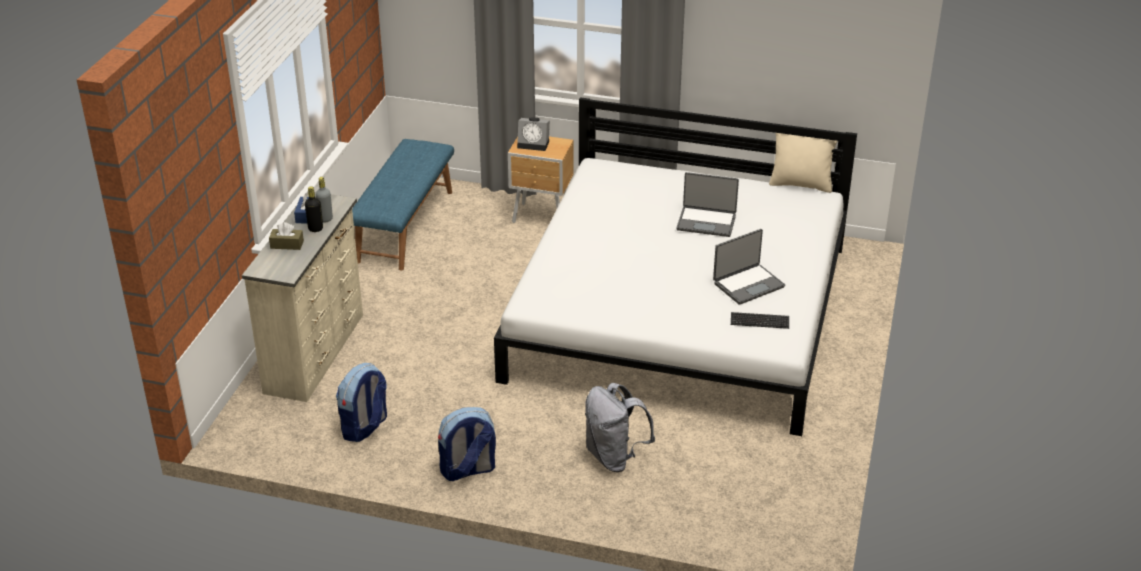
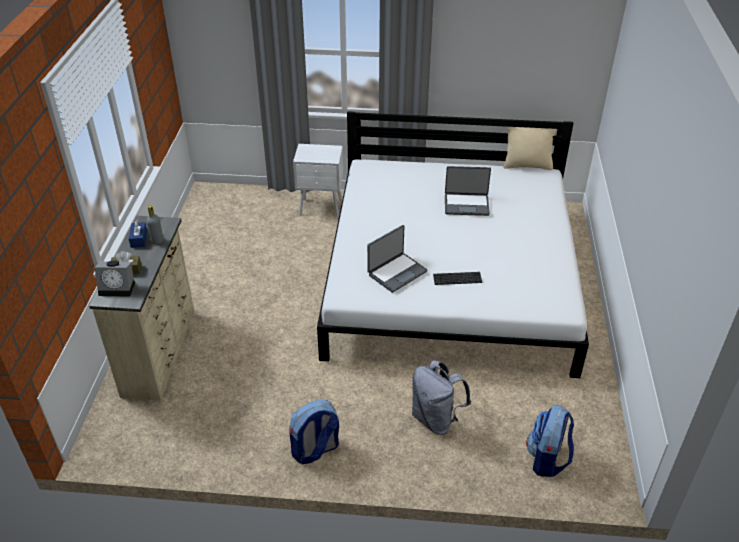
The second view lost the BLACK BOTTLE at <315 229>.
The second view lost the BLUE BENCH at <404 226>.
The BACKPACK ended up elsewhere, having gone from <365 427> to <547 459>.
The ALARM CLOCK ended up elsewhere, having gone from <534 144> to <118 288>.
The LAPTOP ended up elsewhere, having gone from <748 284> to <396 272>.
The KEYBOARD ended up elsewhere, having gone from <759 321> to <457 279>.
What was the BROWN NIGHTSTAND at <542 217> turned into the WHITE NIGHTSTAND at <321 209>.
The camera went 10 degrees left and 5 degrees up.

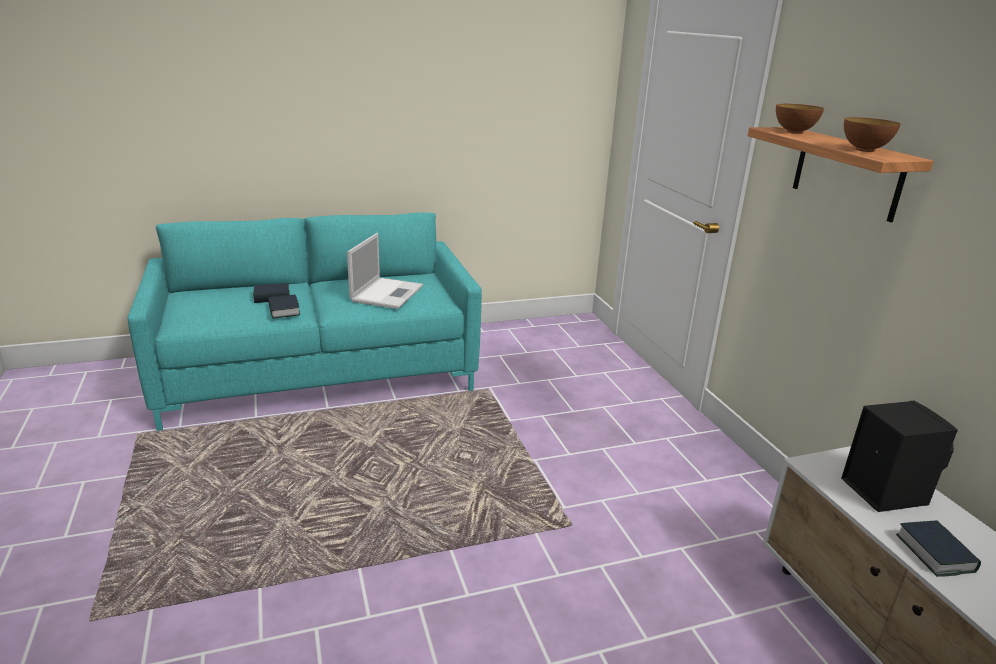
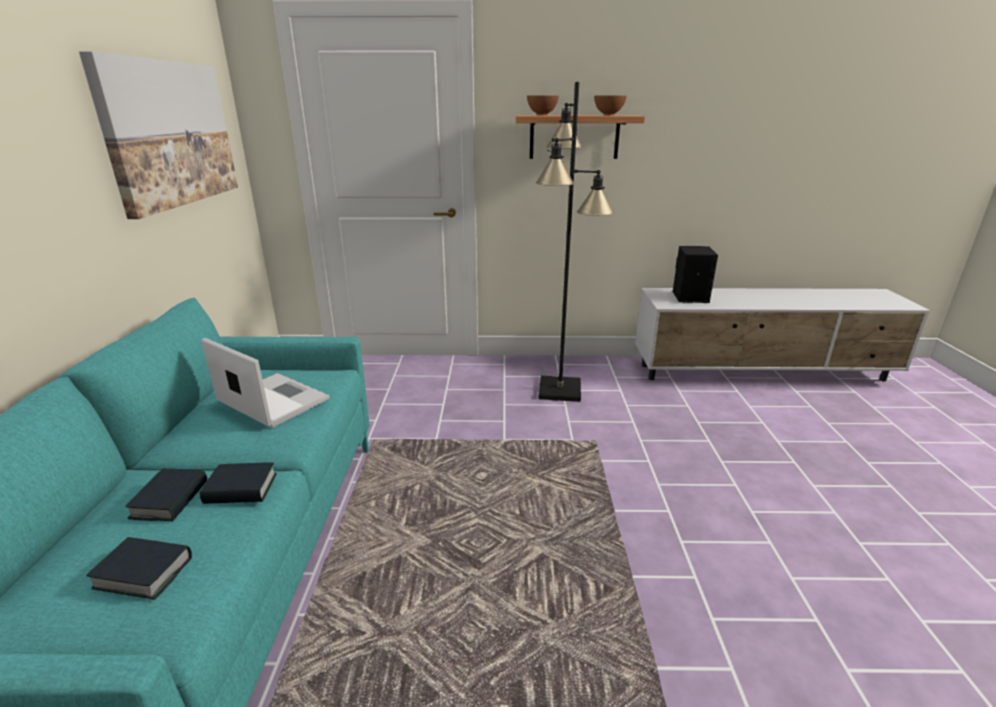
The second view gained the PICTURE at <170 134>.
The second view gained the BLACK FLOOR LAMP at <560 390>.
The BOOK ended up elsewhere, having gone from <935 553> to <144 572>.
The camera went 70 degrees left and 0 degrees up.

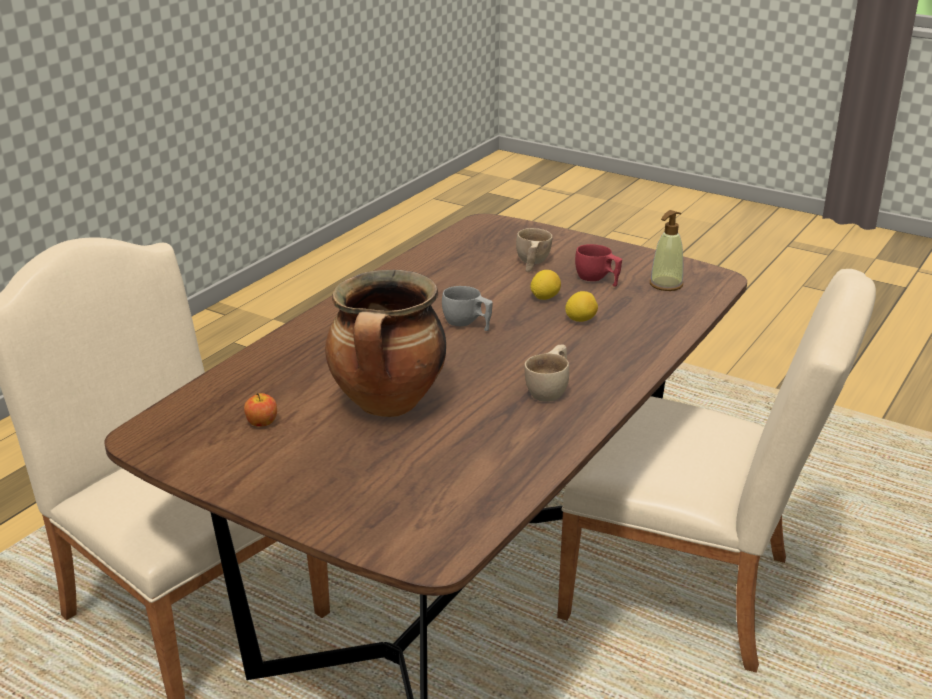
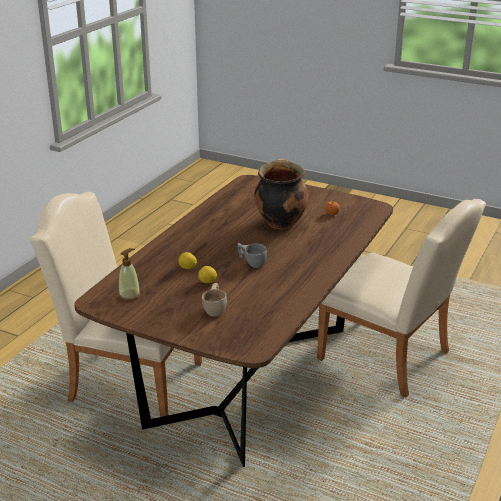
The second view lost the BEIGE CUP at <551 390>.
The second view lost the RED CUP at <597 280>.
The camera went 175 degrees right and 0 degrees up.

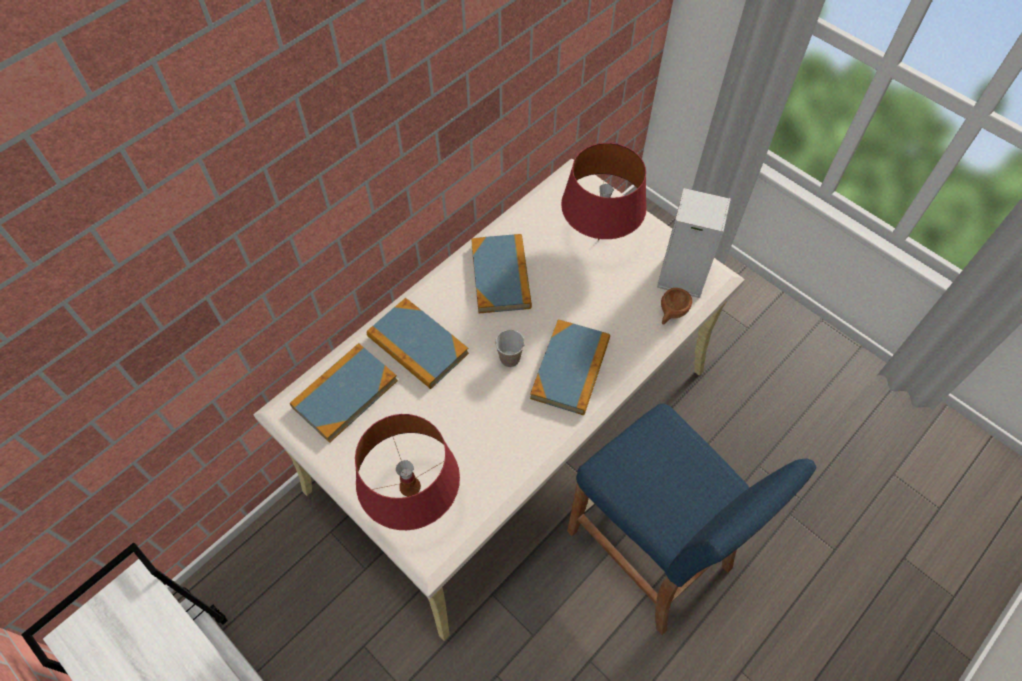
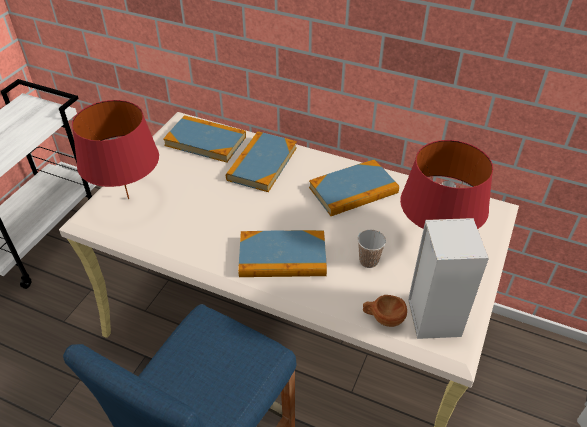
The CUP ended up elsewhere, having gone from <510 359> to <368 261>.
The camera went 70 degrees right and 15 degrees down.

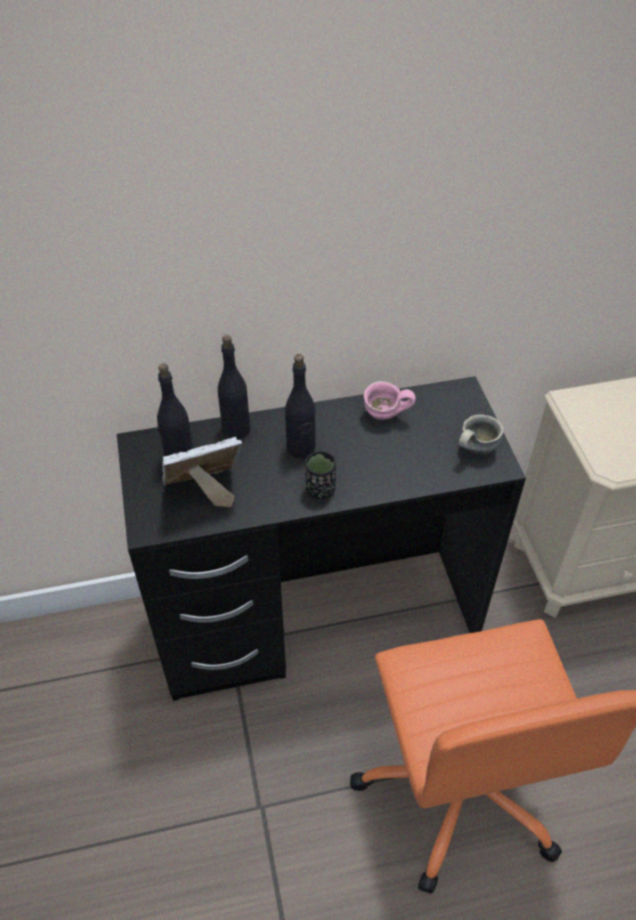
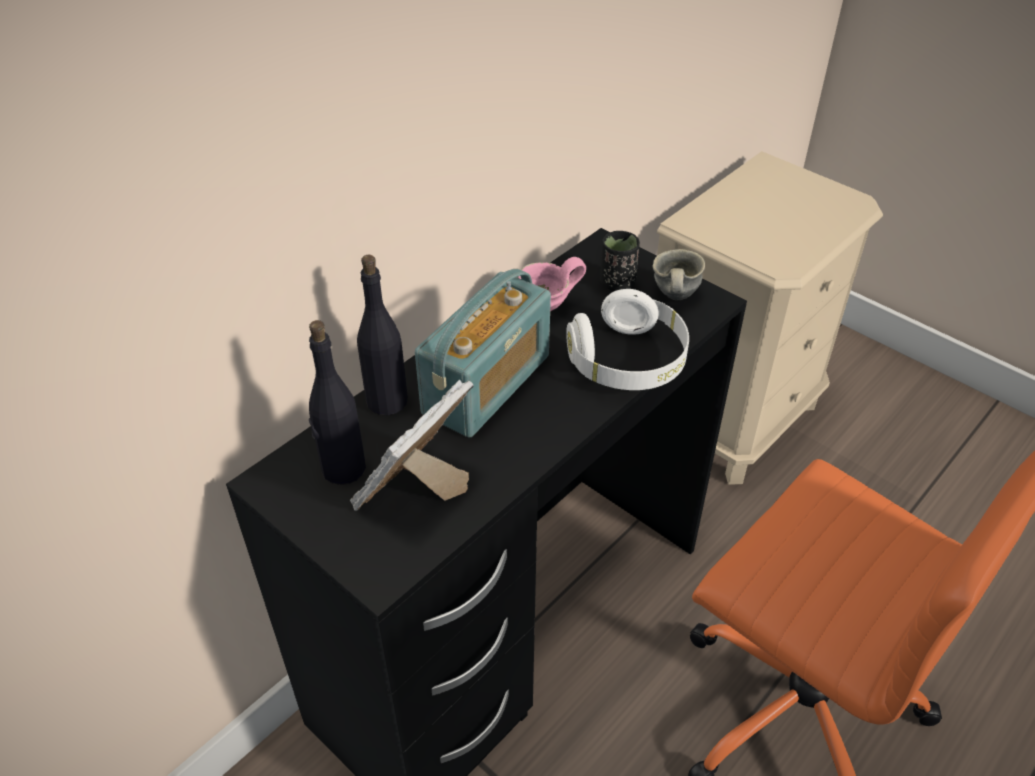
The second view gained the WHITE HEADPHONES at <627 362>.
The BLACK CUP ended up elsewhere, having gone from <320 490> to <617 283>.
Where the BLACK BOTTLE stood at <301 448>, the RADIO came to stand at <487 385>.
The camera went 35 degrees left and 5 degrees down.

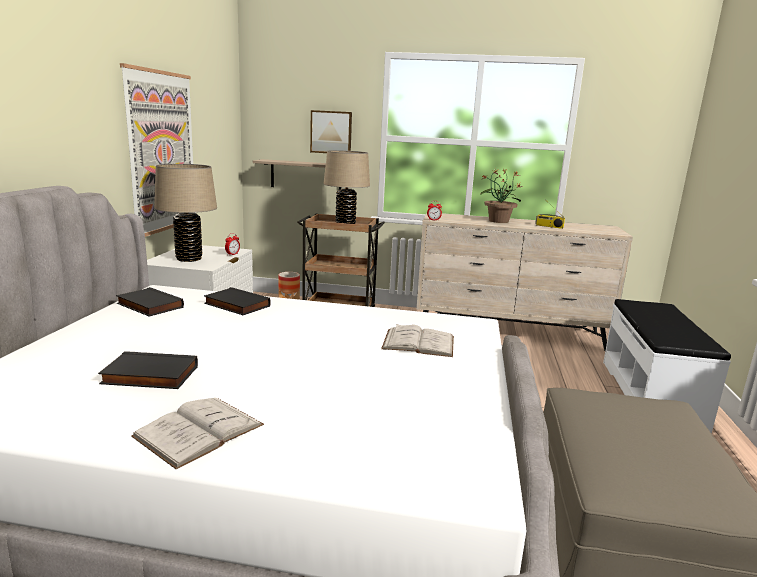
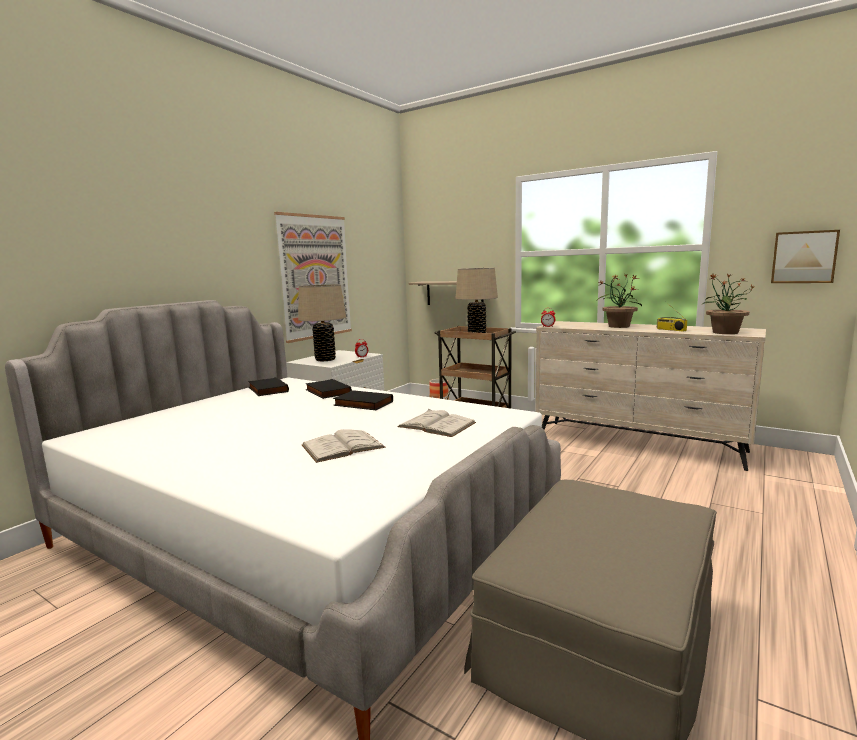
The second view lost the WHITE BENCH at <651 393>.
The second view gained the POTTED PLANT at <724 332>.
The BLACK BOOK ended up elsewhere, having gone from <149 376> to <362 404>.
The WHITE BOOK ended up elsewhere, having gone from <199 430> to <343 446>.
The PICTURE ended up elsewhere, having gone from <331 132> to <803 257>.
The camera went 25 degrees right and 5 degrees down.

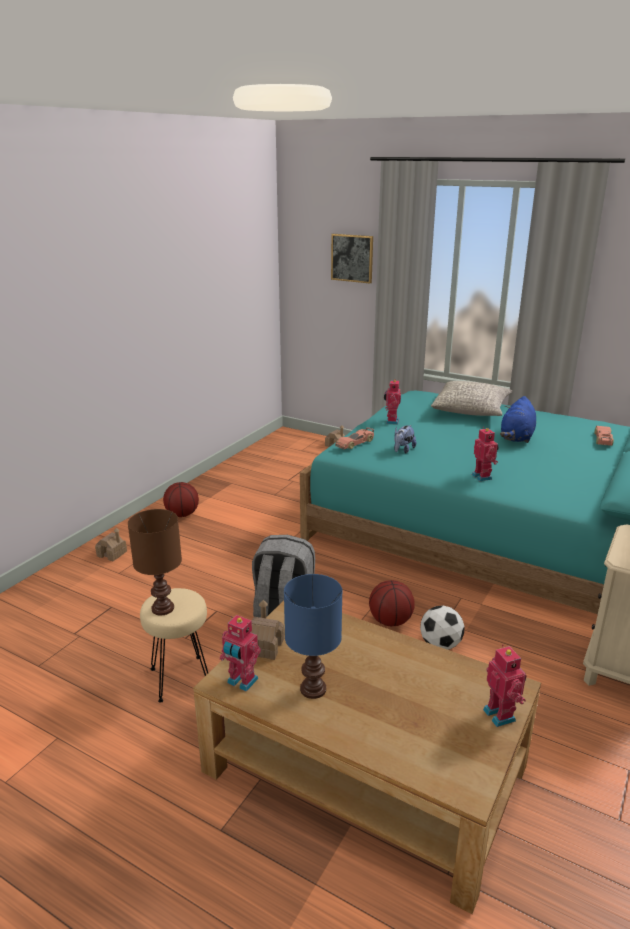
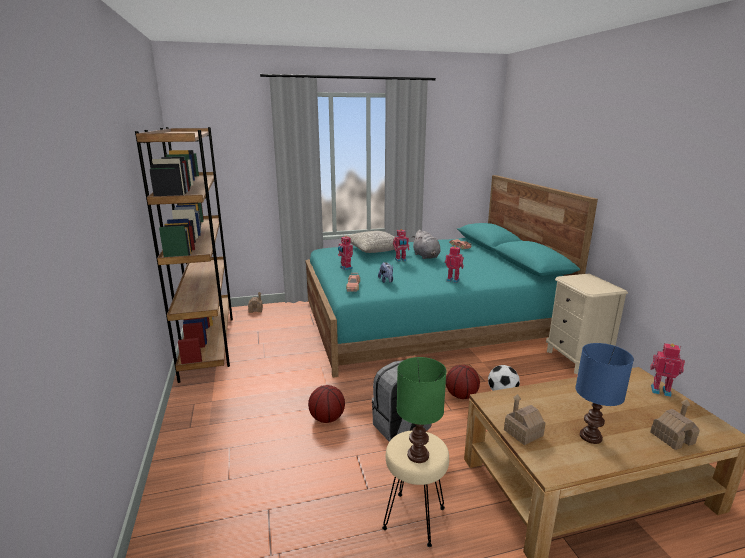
The second view lost the PICTURE at <352 258>.
The second view gained the BROWN BOOKCASE at <209 343>.
The TOY HOUSE ended up elsewhere, having gone from <112 554> to <672 438>.
The BASKETBALL ended up elsewhere, having gone from <182 514> to <327 418>.
The TOY ROBOT ended up elsewhere, having gone from <241 682> to <400 260>.
What was the BROWN TABLE LAMP at <163 609> turned into the GREEN TABLE LAMP at <419 455>.
What was the BLUE PLUSH TOY at <516 437> turned into the GREY PLUSH TOY at <426 256>.
The camera went 45 degrees left and 5 degrees down.

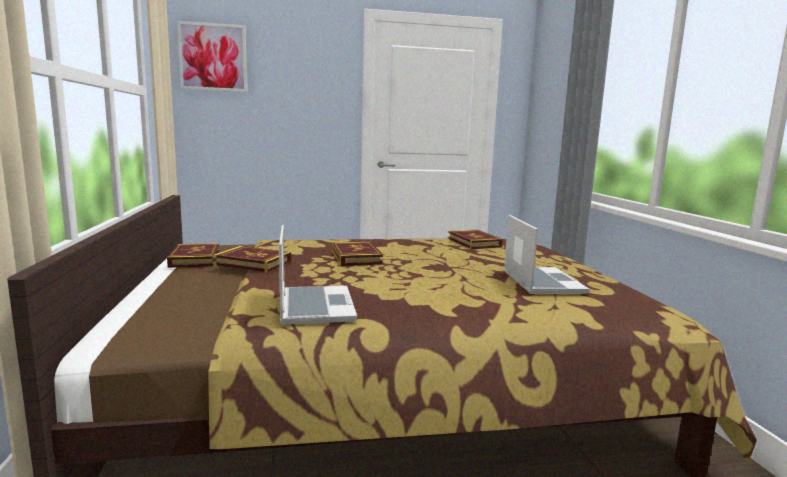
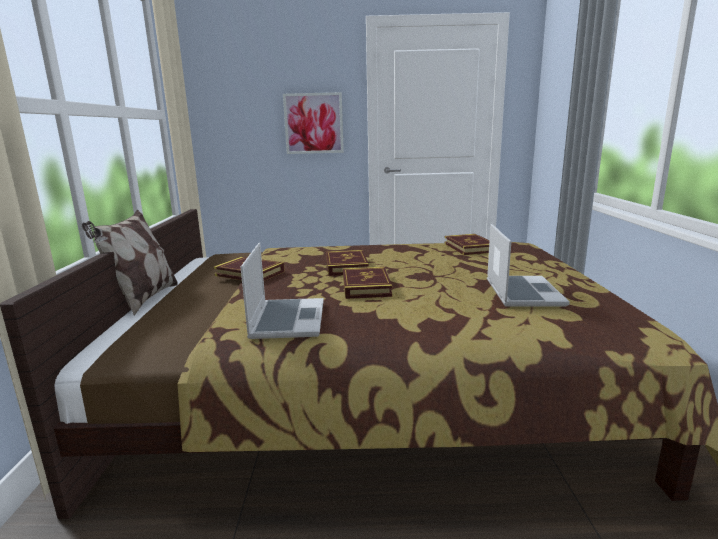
The second view gained the PILLOW at <143 299>.
The BOOK ended up elsewhere, having gone from <195 259> to <366 286>.
The PICTURE ended up elsewhere, having gone from <213 57> to <313 123>.
The camera went 10 degrees right and 5 degrees up.

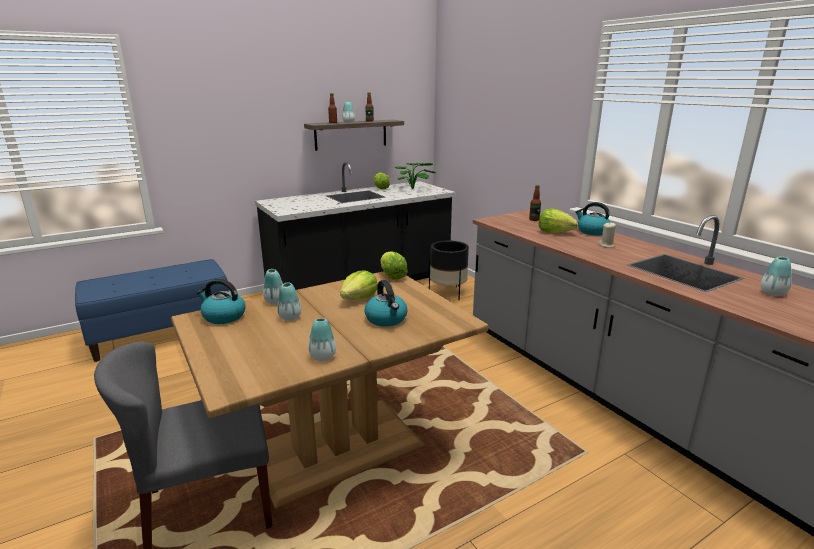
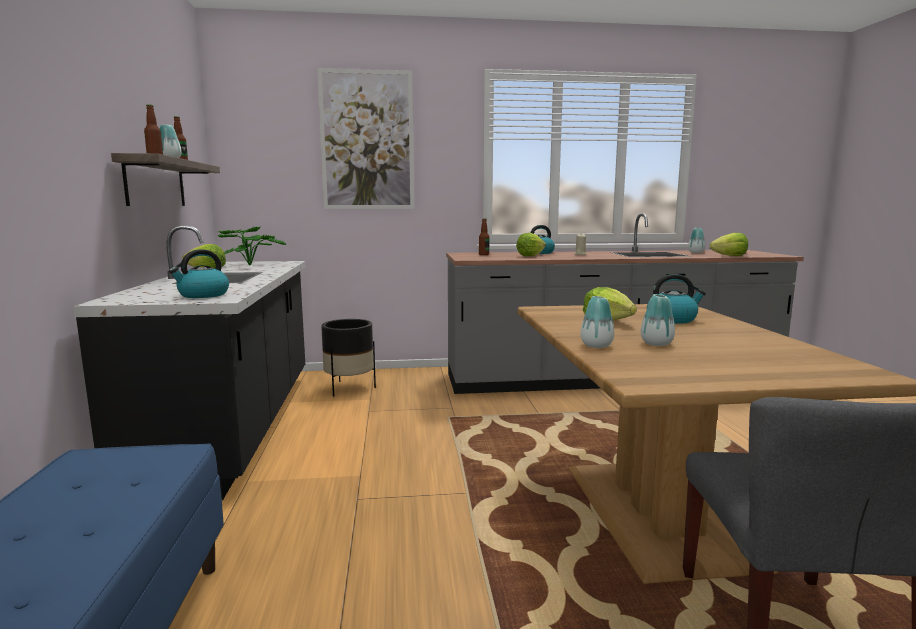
The second view lost the VASE at <323 357>.
The second view gained the PICTURE at <367 141>.
The KETTLE ended up elsewhere, having gone from <223 316> to <203 295>.
The LETTUCE ended up elsewhere, having gone from <392 276> to <729 256>.
The camera went 65 degrees left and 10 degrees down.

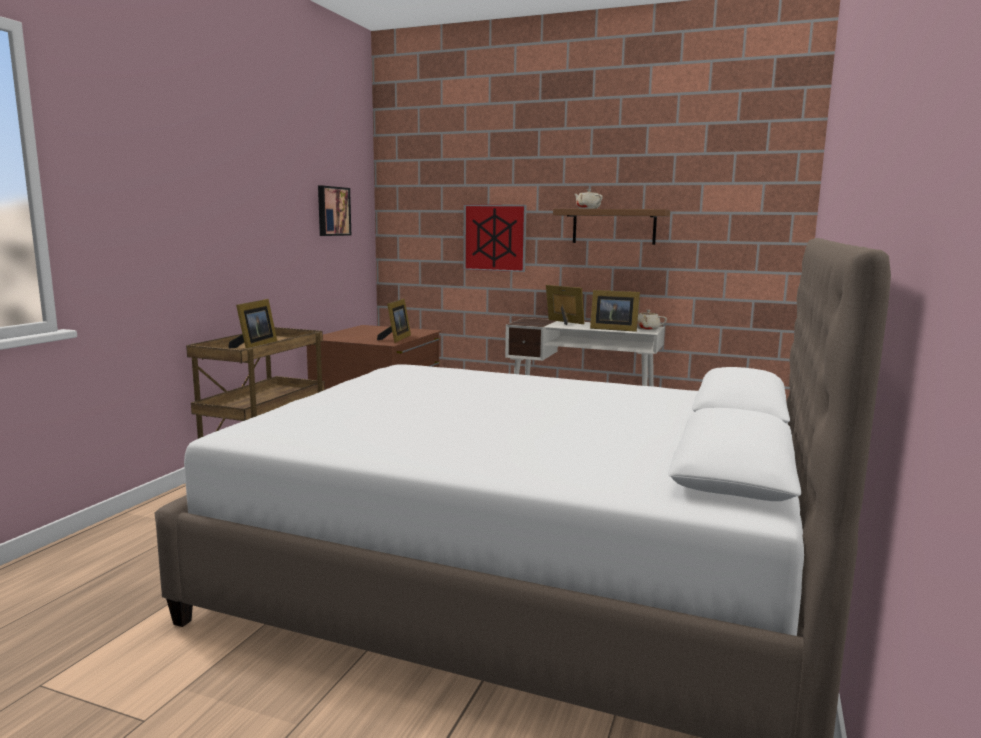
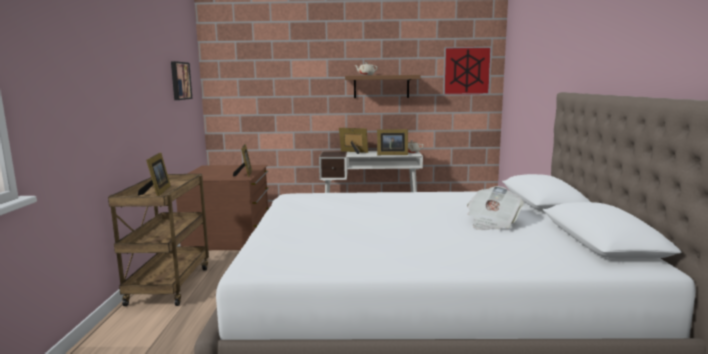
The second view gained the NEWSPAPER at <492 223>.
The PICTURE ended up elsewhere, having gone from <494 238> to <466 71>.
The camera went 20 degrees left and 0 degrees up.

